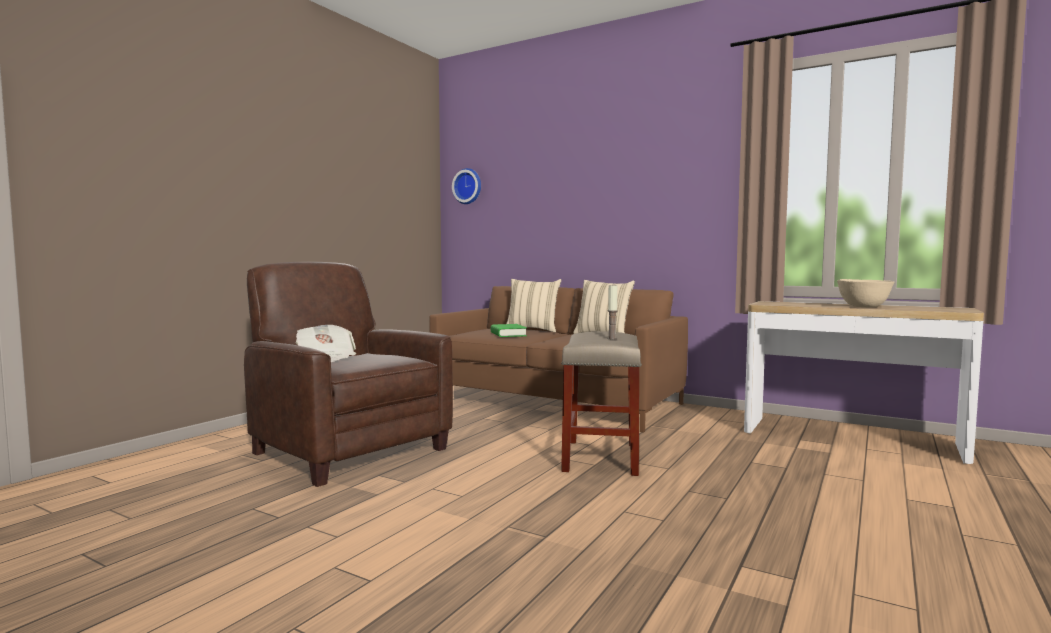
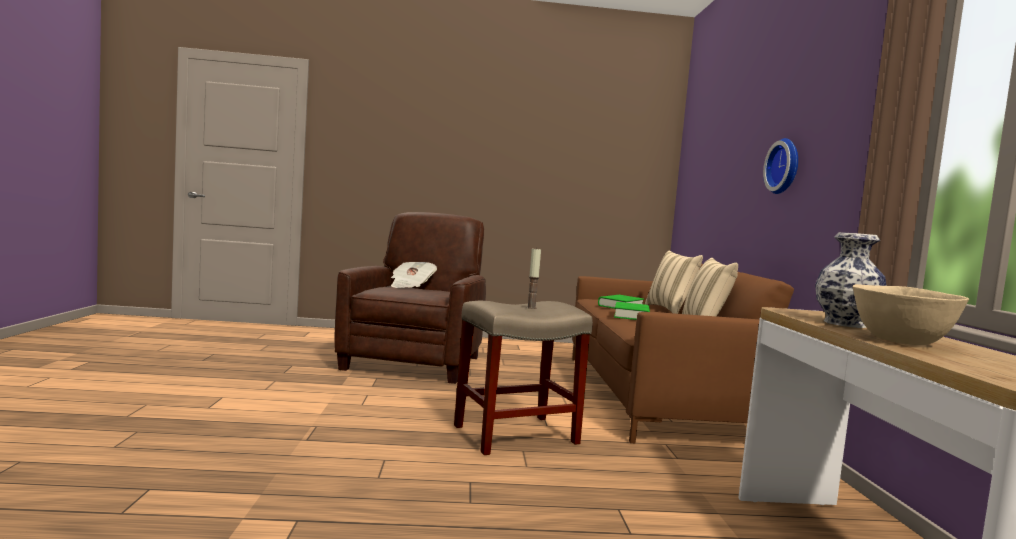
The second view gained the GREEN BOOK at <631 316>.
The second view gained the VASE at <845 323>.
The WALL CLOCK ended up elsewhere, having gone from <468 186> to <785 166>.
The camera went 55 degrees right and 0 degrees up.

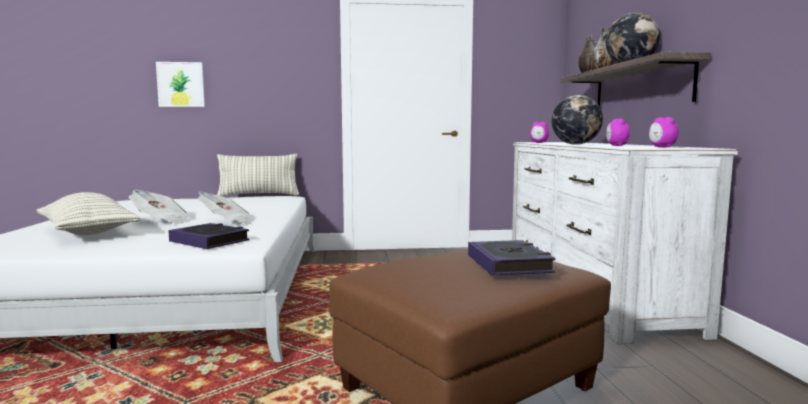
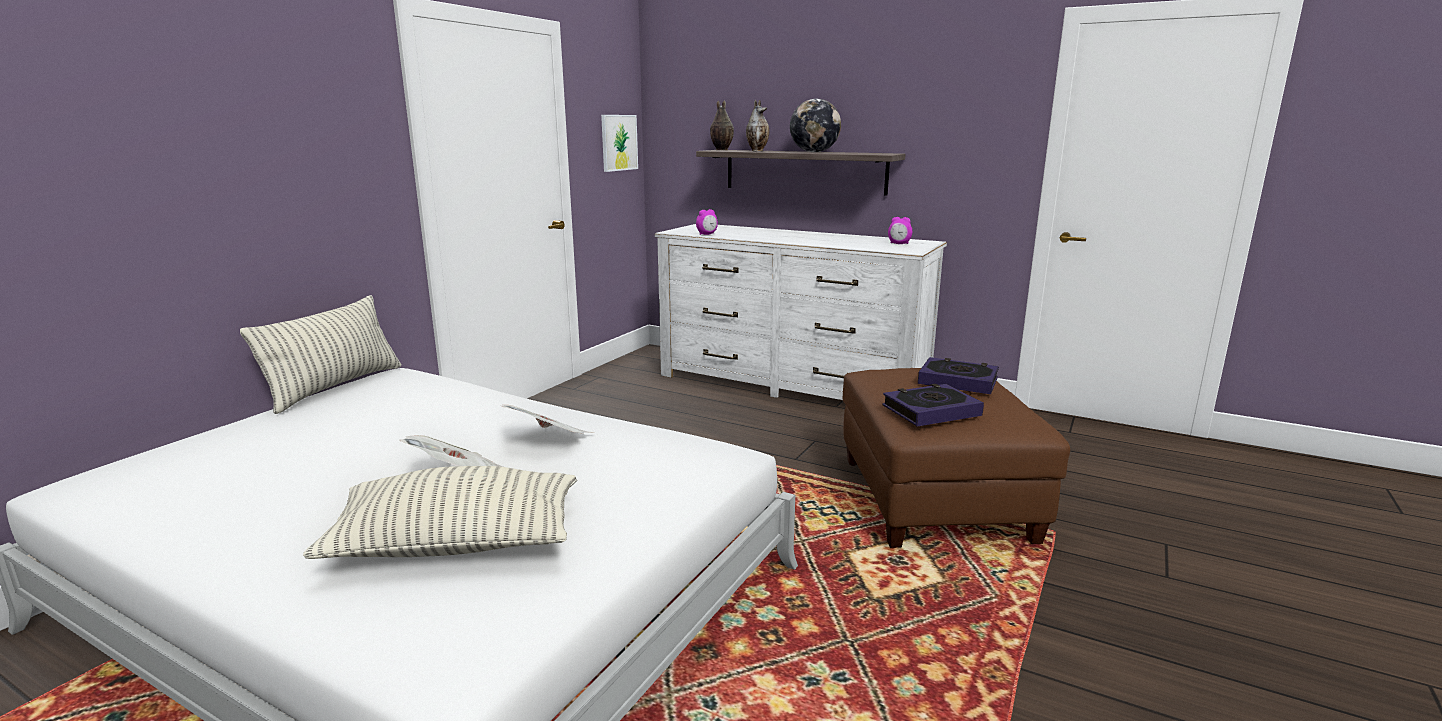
The second view lost the GLOBE at <575 144>.
The second view lost the ALARM CLOCK at <616 145>.
The PICTURE ended up elsewhere, having gone from <181 84> to <619 142>.
The BOOK ended up elsewhere, having gone from <209 241> to <931 411>.
The camera went 55 degrees left and 10 degrees up.

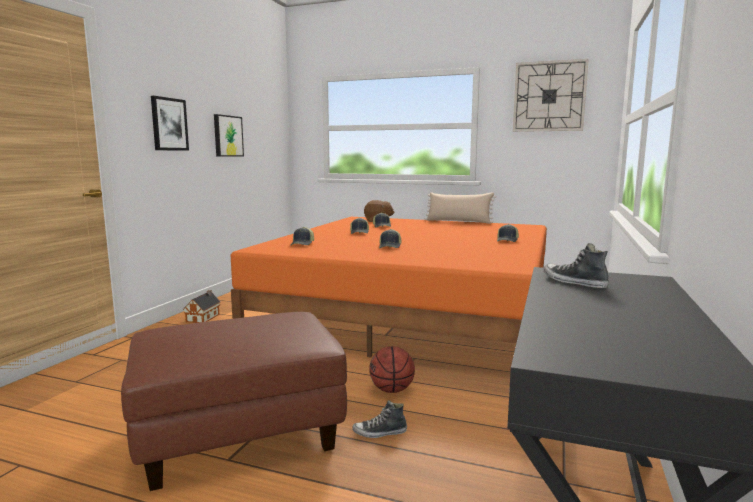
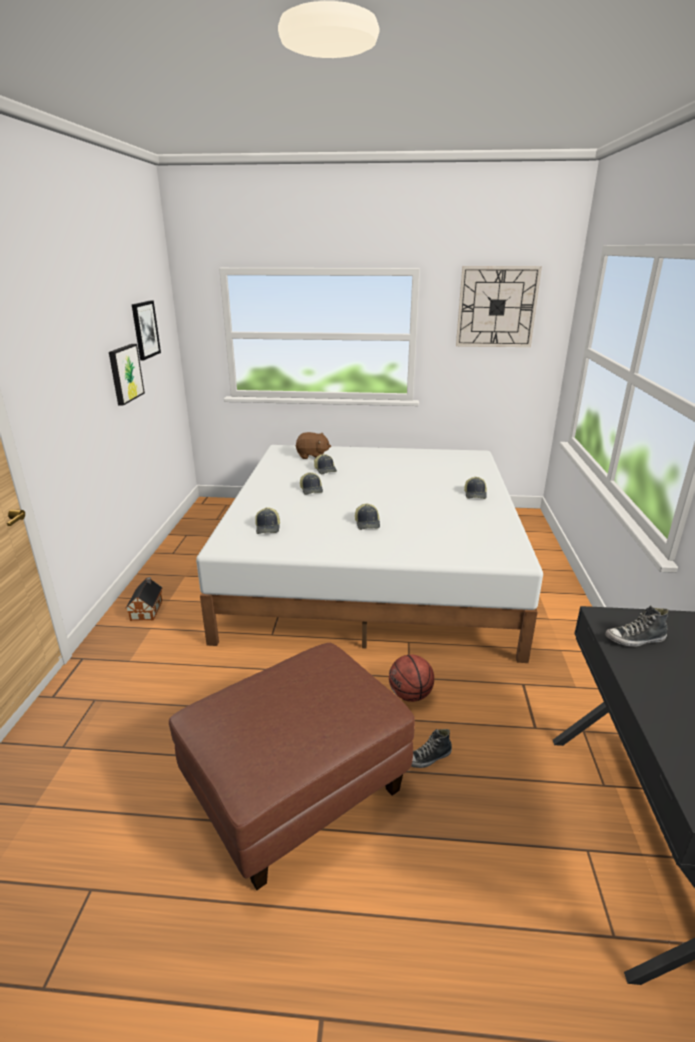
The second view lost the BEIGE PILLOW at <459 221>.
The PICTURE ended up elsewhere, having gone from <169 124> to <145 330>.
What was the ORANGE BED at <412 312> turned into the WHITE BED at <372 566>.
The SHOE at <573 282> ended up facing another way, 45 degrees counterclockwise from before.
The camera went 15 degrees left and 15 degrees up.

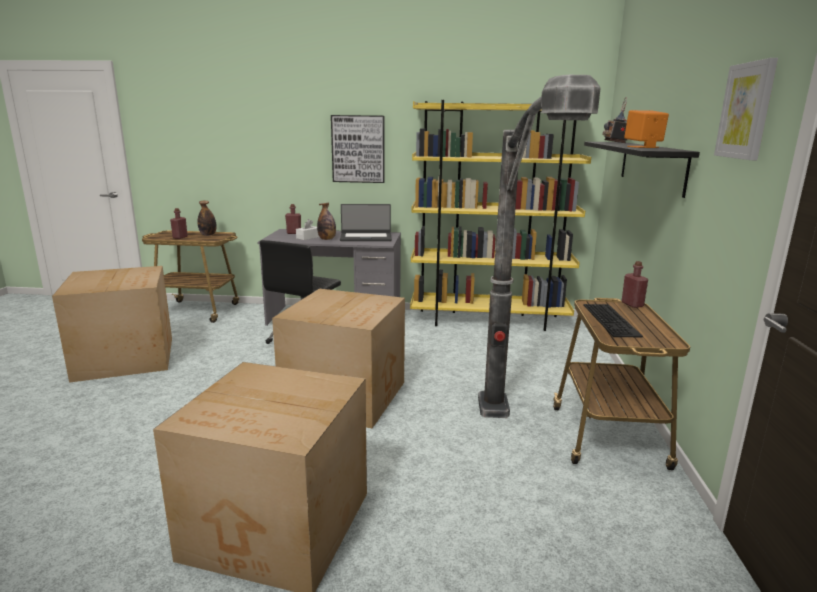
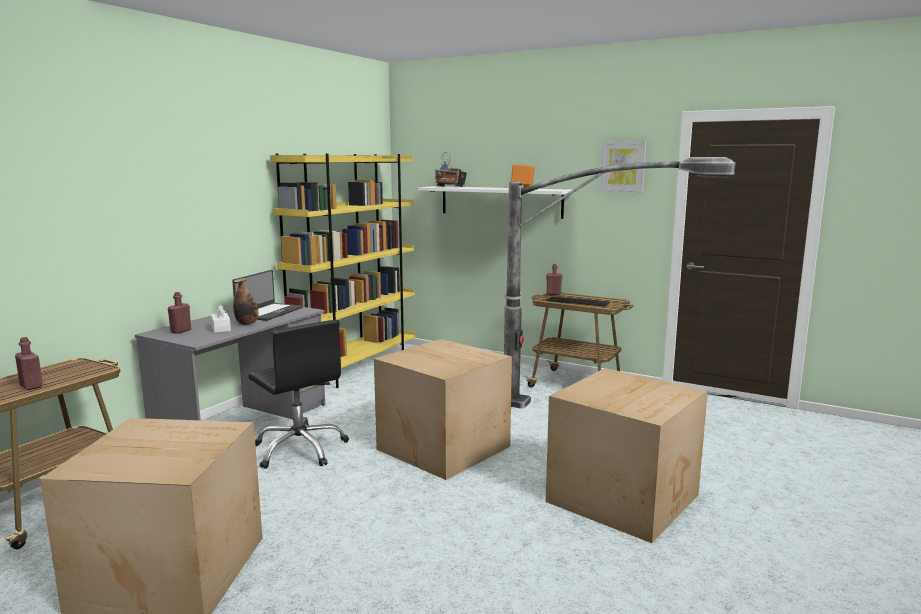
The second view lost the BOTTLE at <208 235>.
The second view lost the PICTURE at <358 149>.
What was the BLACK SHELF at <651 166> turned into the WHITE SHELF at <500 201>.
The camera went 65 degrees left and 5 degrees down.

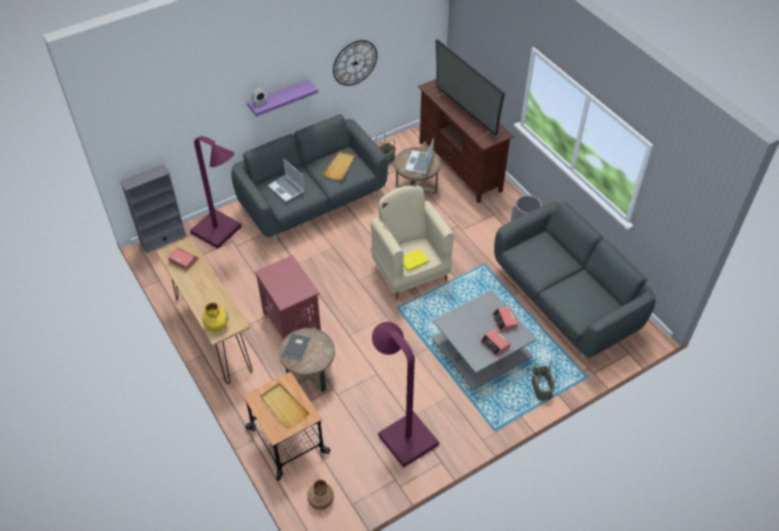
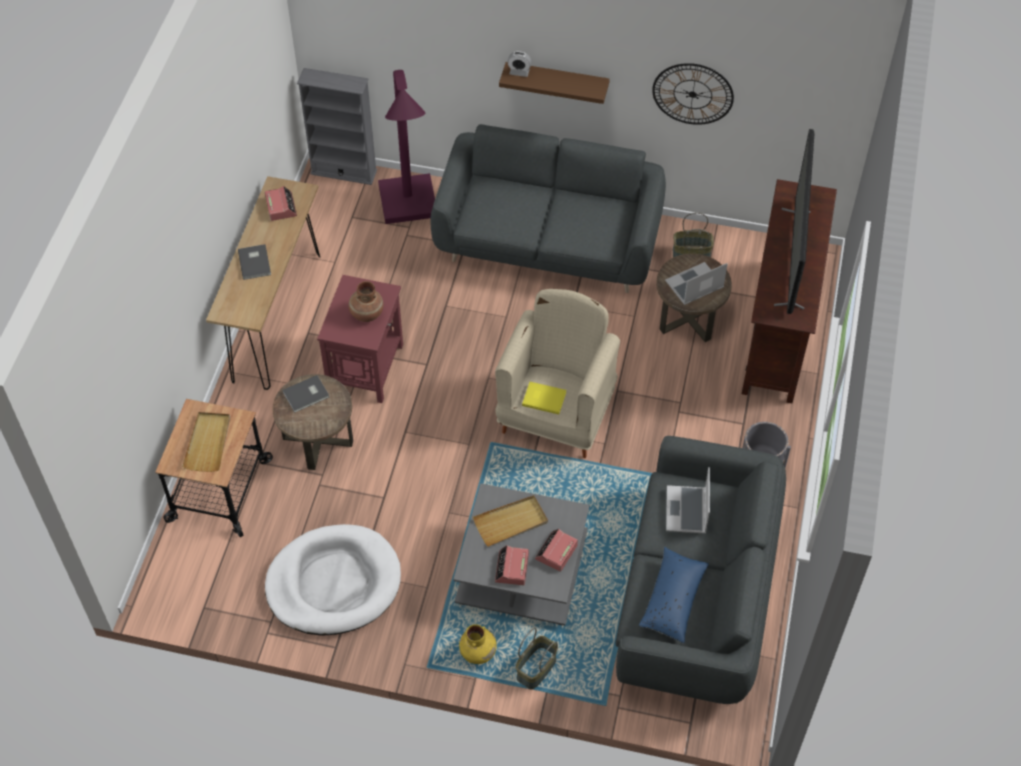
The second view gained the GREY BOOK at <255 262>.
The second view gained the BLUE PILLOW at <673 599>.
The YELLOW VASE ended up elsewhere, having gone from <217 324> to <478 652>.
The LAPTOP ended up elsewhere, having gone from <287 189> to <687 511>.
The BROWN VASE ended up elsewhere, having gone from <321 501> to <366 313>.
The BEIGE TRAY ended up elsewhere, having gone from <340 166> to <511 522>.
Where the PURPLE FLOOR LAMP stood at <403 433>, the WHITE DOG BED came to stand at <333 583>.
What was the PURPLE SHELF at <279 98> turned into the BROWN SHELF at <557 81>.
The camera went 45 degrees right and 5 degrees up.

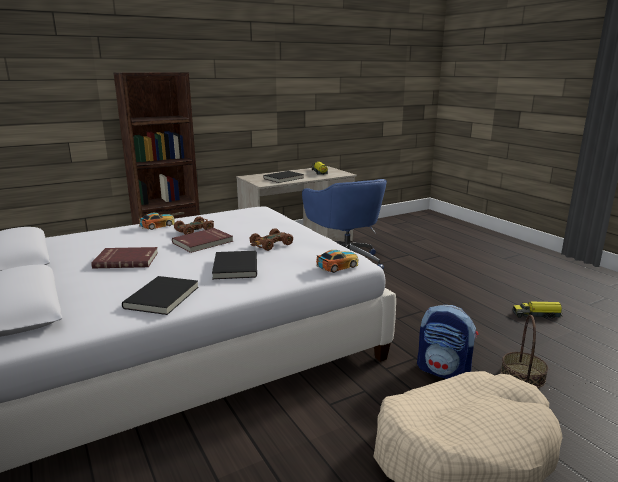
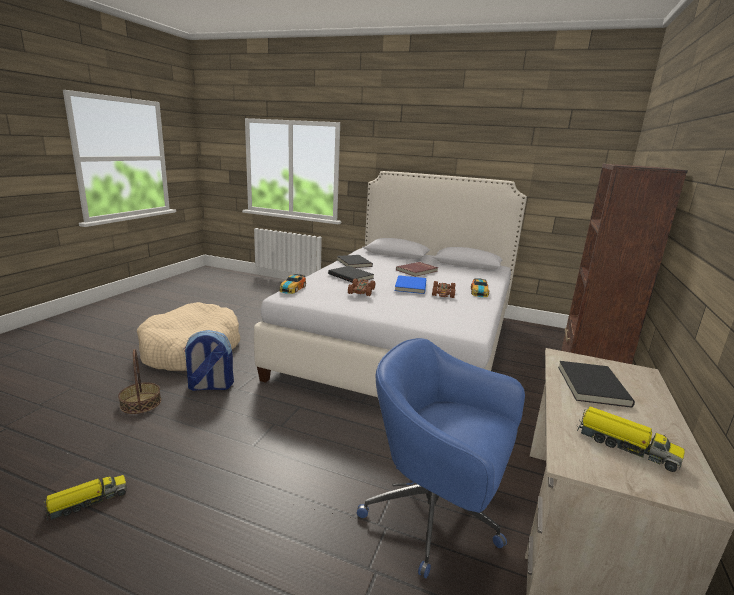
What was the RED BOOK at <203 242> turned into the BLUE BOOK at <409 286>.
The camera went 140 degrees right and 0 degrees up.

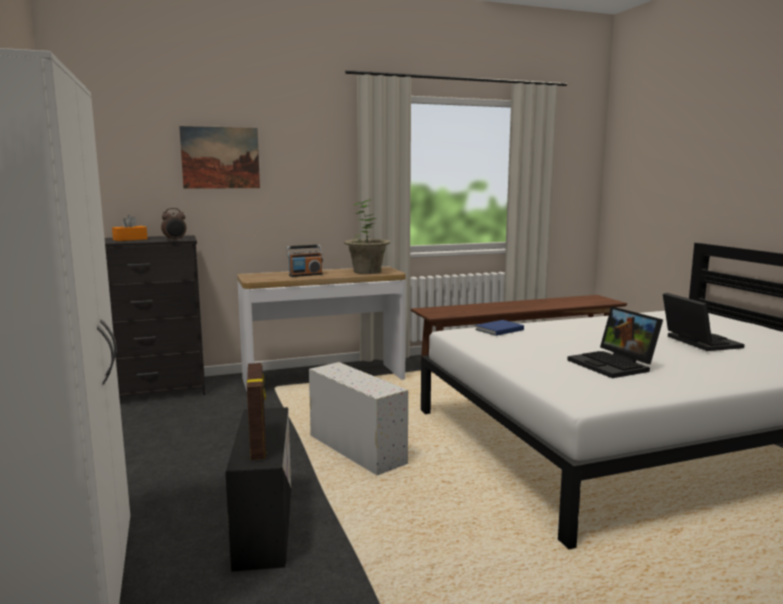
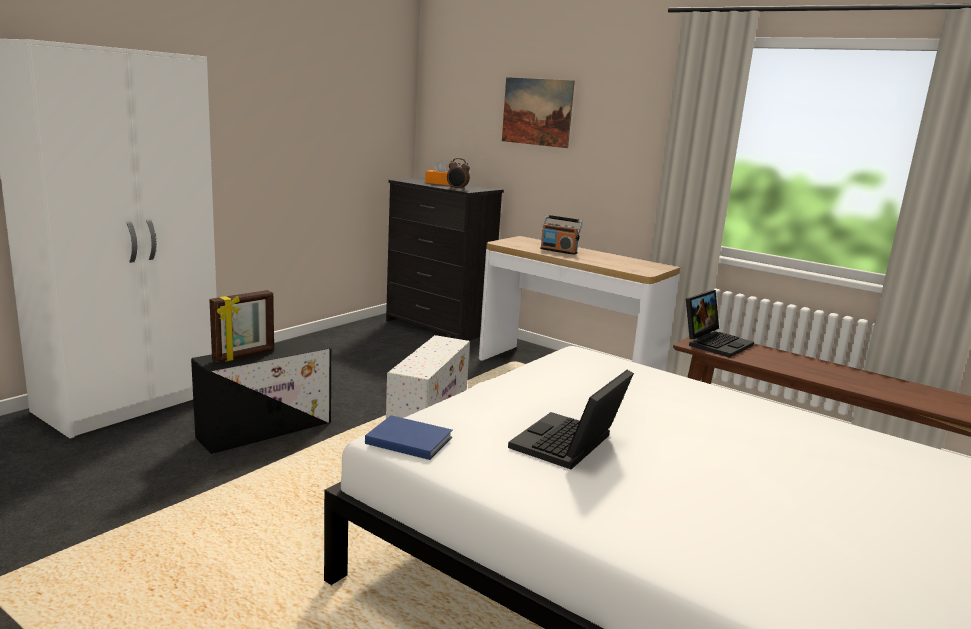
The second view lost the POTTED PLANT at <367 272>.
The BLUE BOOK ended up elsewhere, having gone from <498 330> to <407 439>.
The LAPTOP ended up elsewhere, having gone from <697 342> to <715 343>.
The camera went 55 degrees right and 5 degrees up.

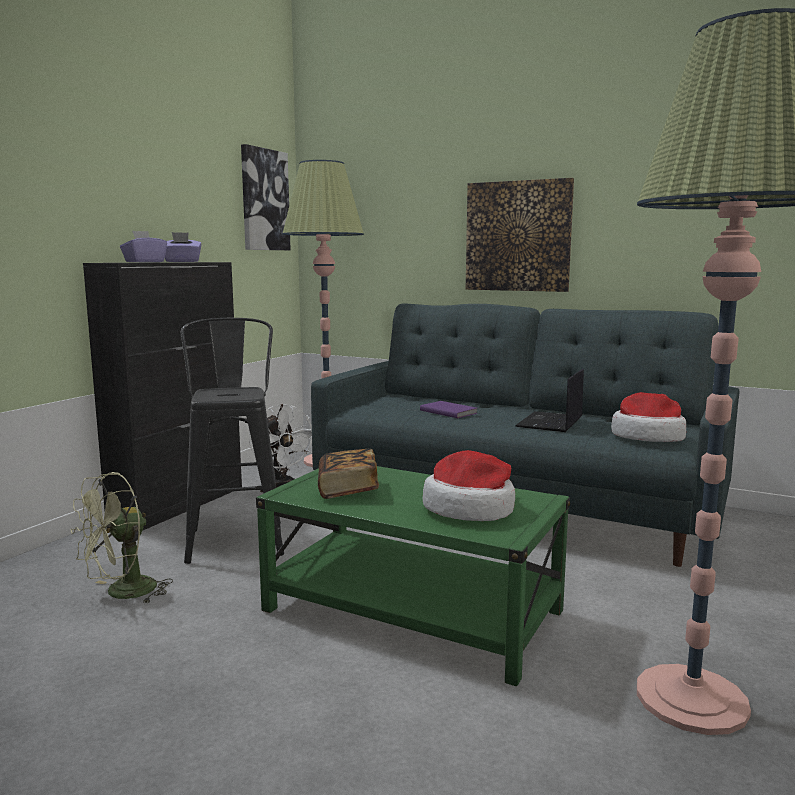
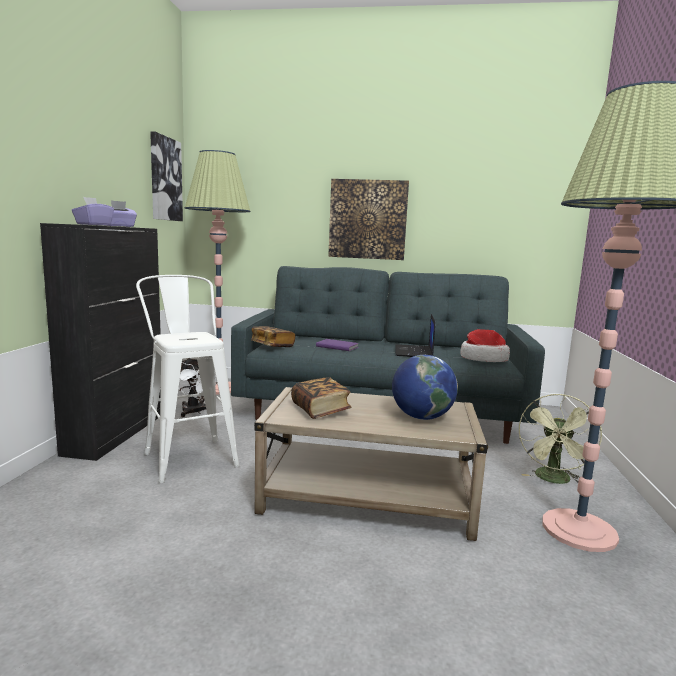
The second view gained the BOOK at <271 346>.
The GREEN FAN ended up elsewhere, having gone from <122 593> to <554 480>.
Where the HAT stood at <470 509>, the GLOBE came to stand at <421 417>.
What was the BLACK STOOL at <236 537> turned into the WHITE STOOL at <188 456>.
What was the GREEN COFFEE TABLE at <412 612> turned into the BEIGE COFFEE TABLE at <367 498>.
The camera went 20 degrees left and 0 degrees up.

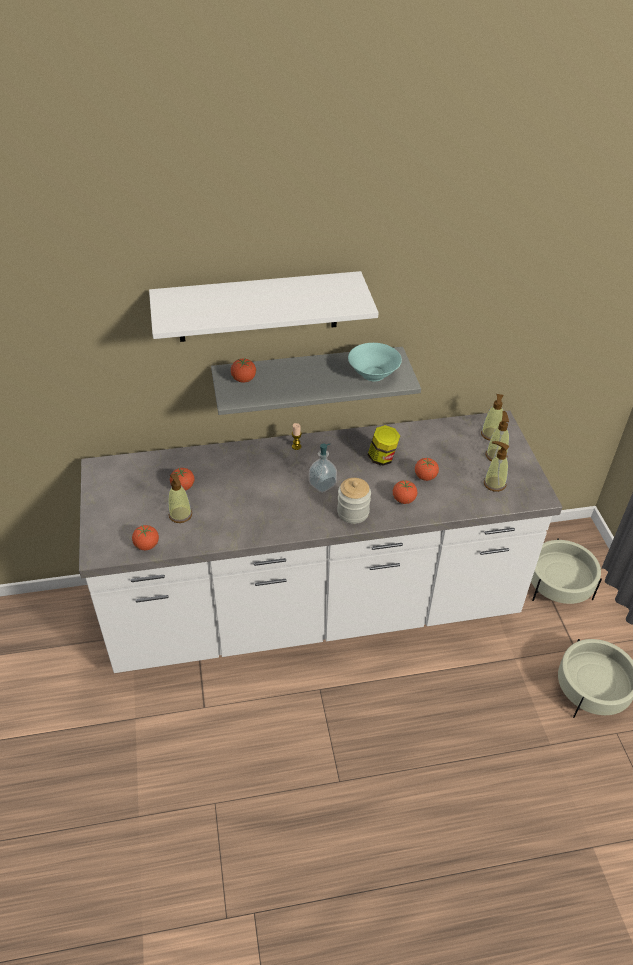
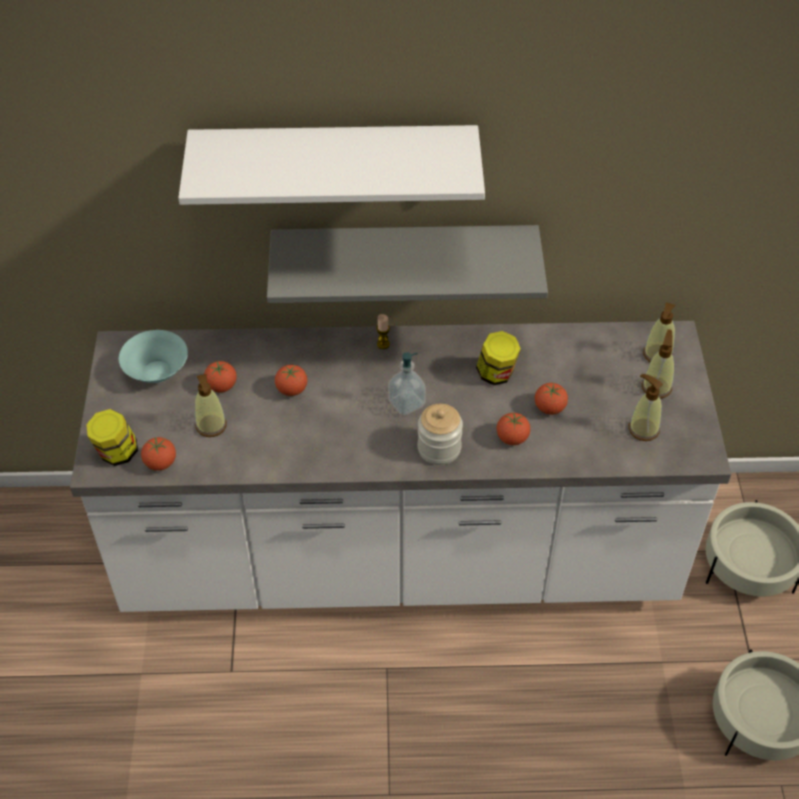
The second view gained the JAR at <117 453>.
The TOMATO ended up elsewhere, having gone from <244 379> to <292 390>.
The TURQUOISE BOWL ended up elsewhere, having gone from <372 374> to <156 371>.
The camera went 10 degrees right and 5 degrees up.

